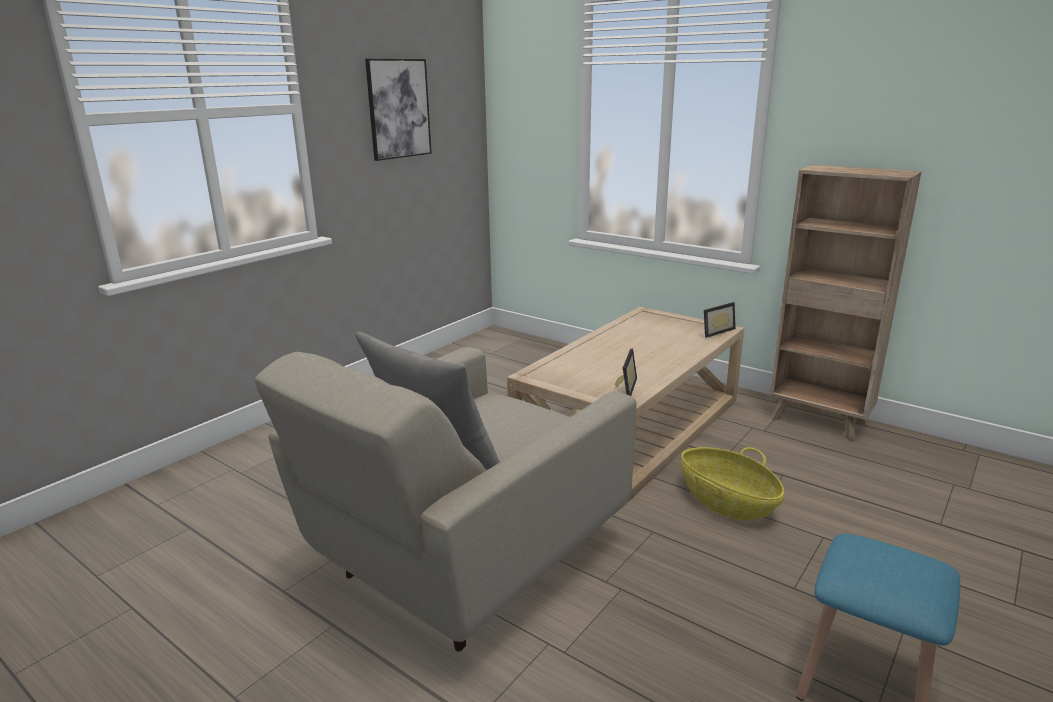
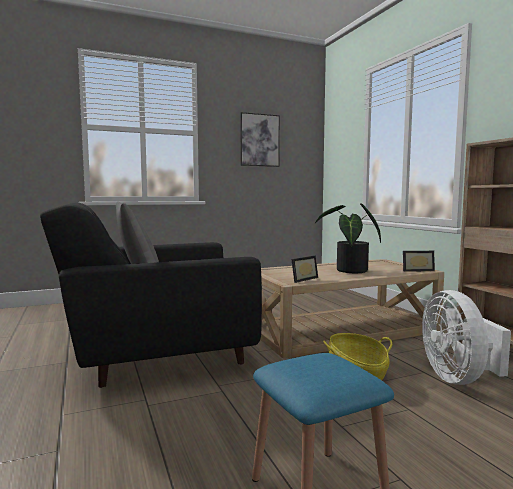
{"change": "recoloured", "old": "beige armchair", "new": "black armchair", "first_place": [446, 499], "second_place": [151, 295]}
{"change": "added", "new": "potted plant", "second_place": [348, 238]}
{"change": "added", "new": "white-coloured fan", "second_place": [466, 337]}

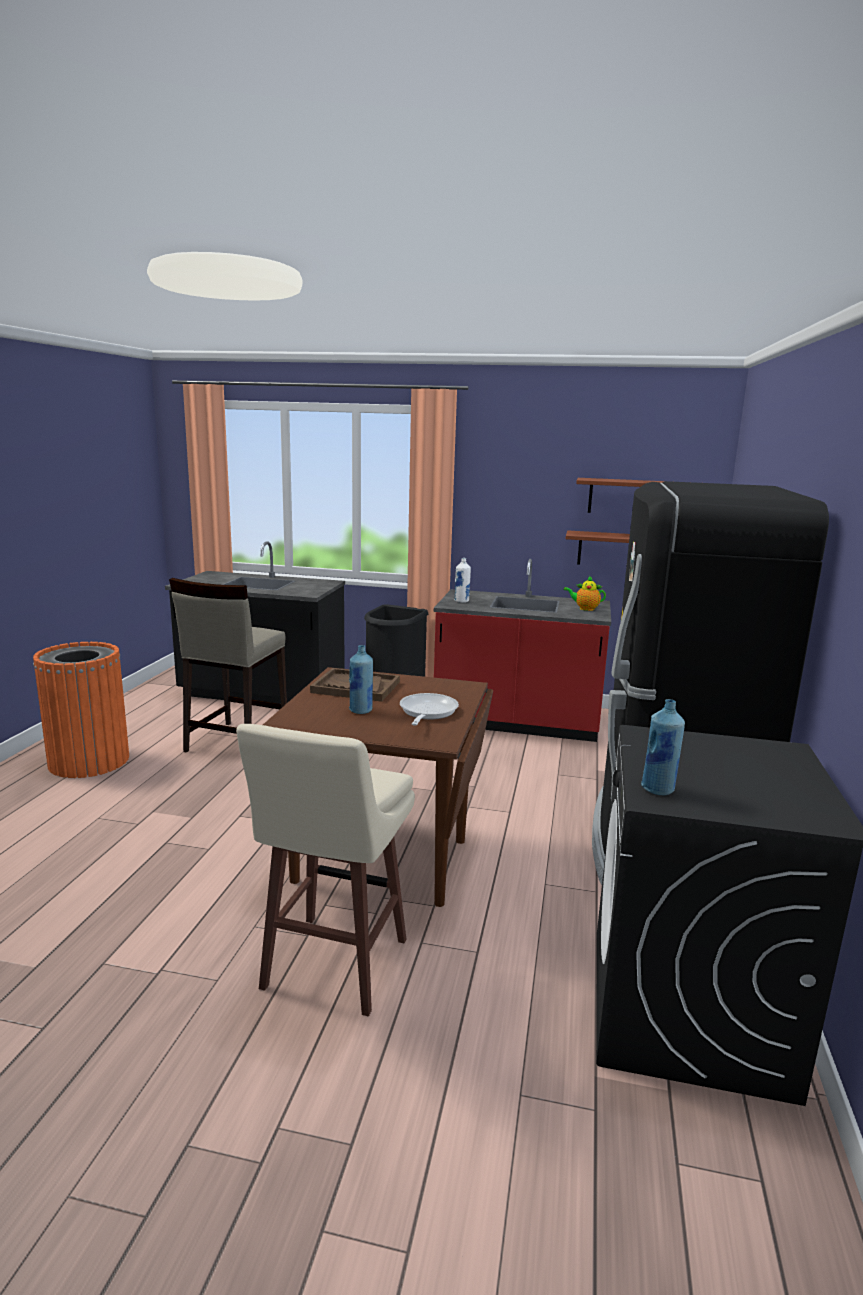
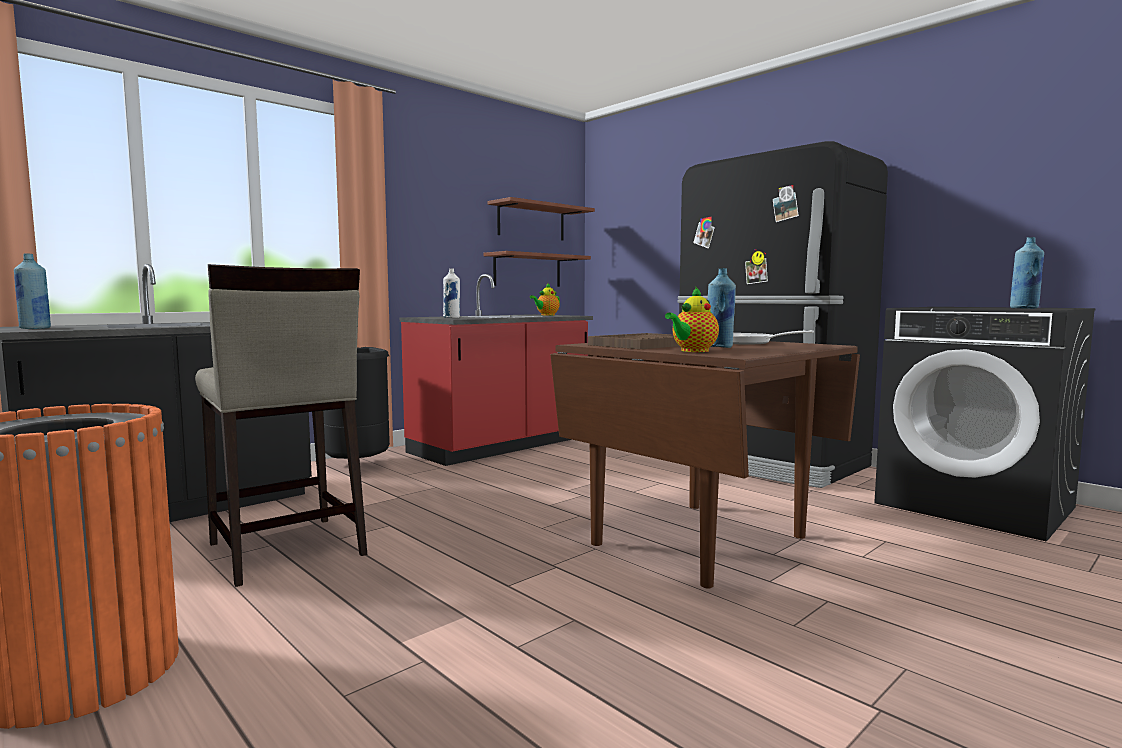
{"change": "removed", "old": "beige stool", "first_place": [325, 870]}
{"change": "added", "new": "blue-coloured bottle", "second_place": [32, 291]}
{"change": "added", "new": "teapot", "second_place": [692, 319]}

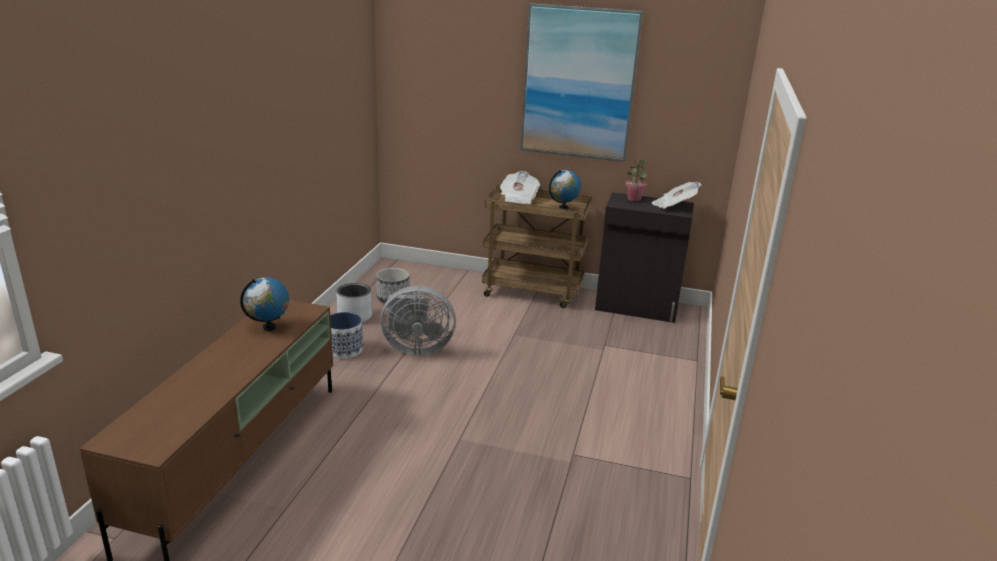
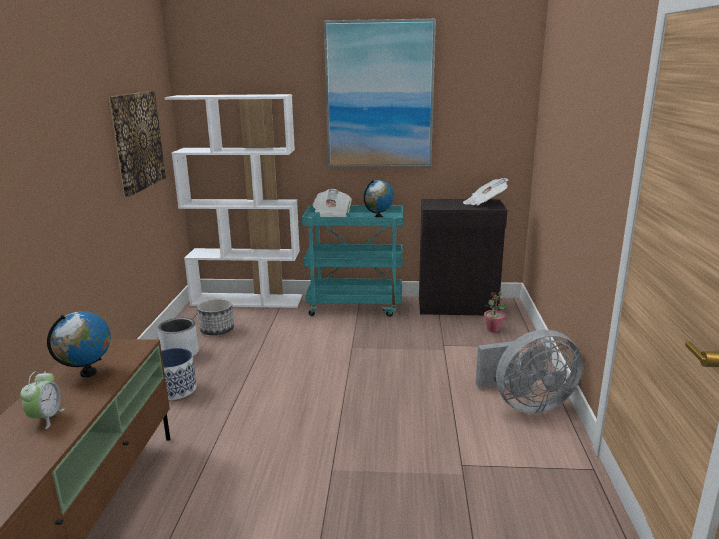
{"change": "moved", "old": "potted plant", "first_place": [636, 180], "second_place": [495, 312]}
{"change": "recoloured", "old": "brown wheeled cart", "new": "blue-green wheeled cart", "first_place": [537, 246], "second_place": [352, 261]}
{"change": "moved", "old": "gray fan", "first_place": [418, 321], "second_place": [529, 372]}
{"change": "added", "new": "picture", "second_place": [137, 144]}
{"change": "added", "new": "white-coloured bookcase", "second_place": [233, 201]}
{"change": "added", "new": "table clock", "second_place": [42, 400]}

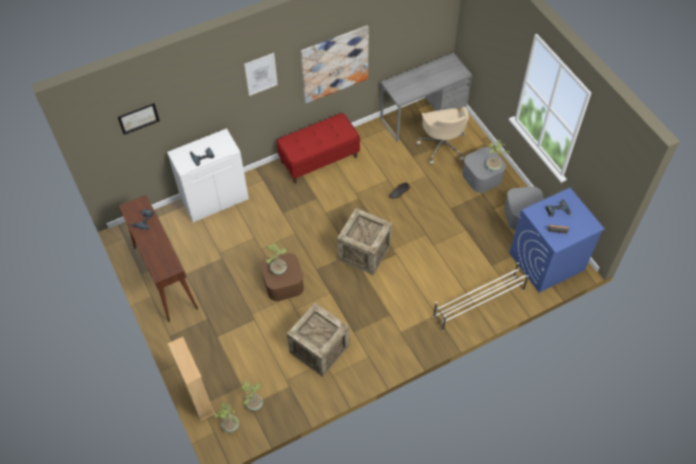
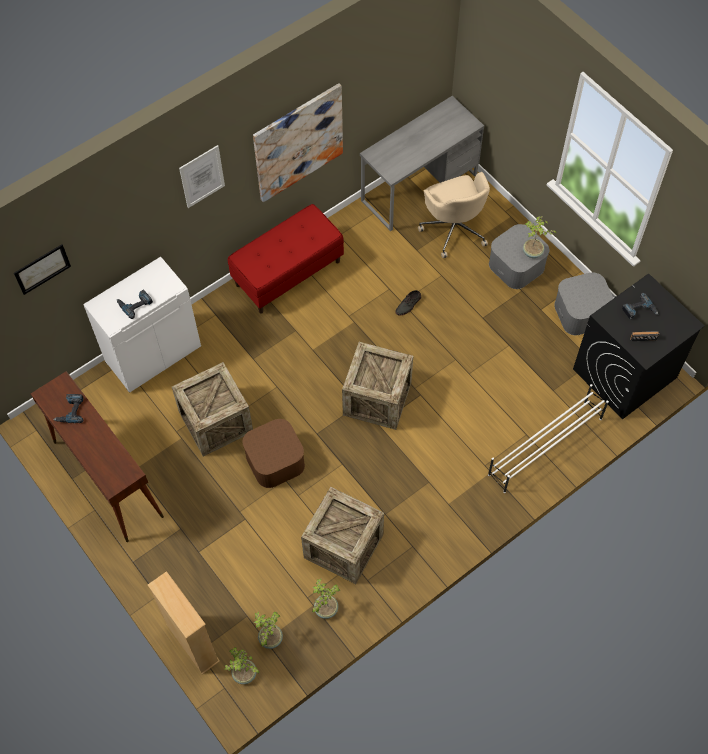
{"change": "recoloured", "old": "blue-coloured washing machine", "new": "black washing machine", "first_place": [557, 240], "second_place": [639, 346]}
{"change": "moved", "old": "potted plant", "first_place": [276, 258], "second_place": [326, 599]}
{"change": "added", "new": "shipping crate", "second_place": [212, 409]}

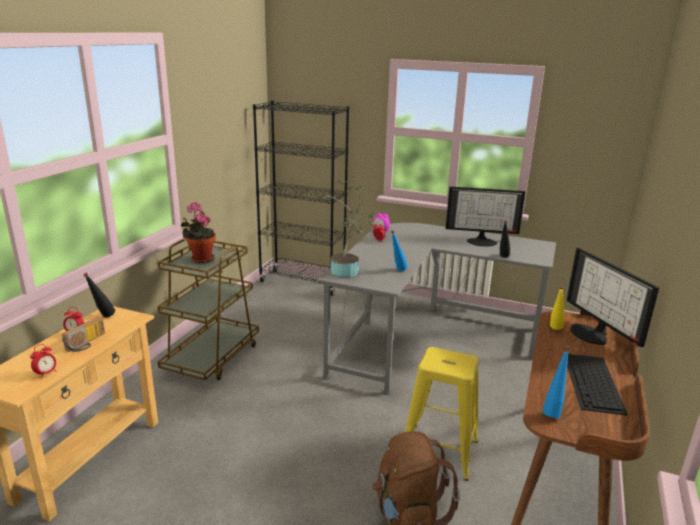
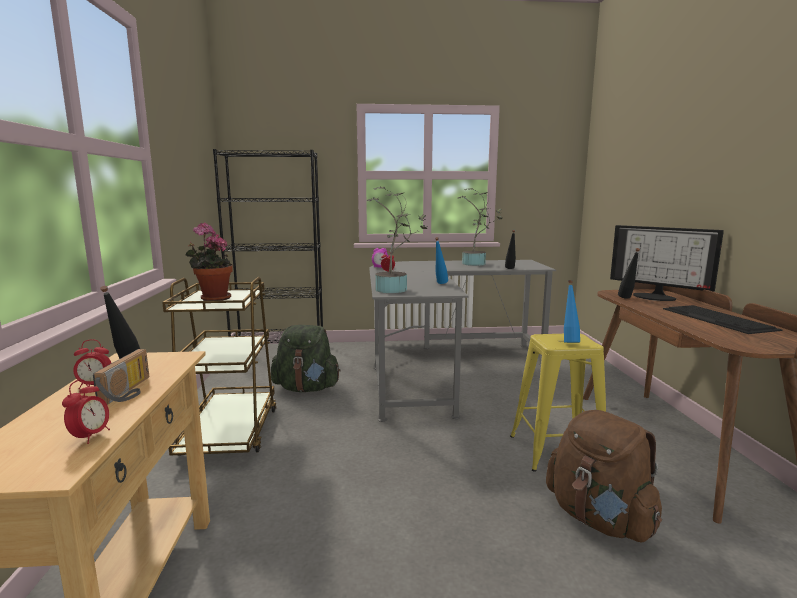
{"change": "replaced", "old": "computer screen", "new": "potted plant", "first_place": [485, 216], "second_place": [480, 227]}
{"change": "recoloured", "old": "yellowish bottle", "new": "black bottle", "first_place": [557, 307], "second_place": [629, 273]}
{"change": "moved", "old": "blue-coloured bottle", "first_place": [556, 382], "second_place": [572, 311]}
{"change": "added", "new": "greenish rucksack", "second_place": [305, 358]}

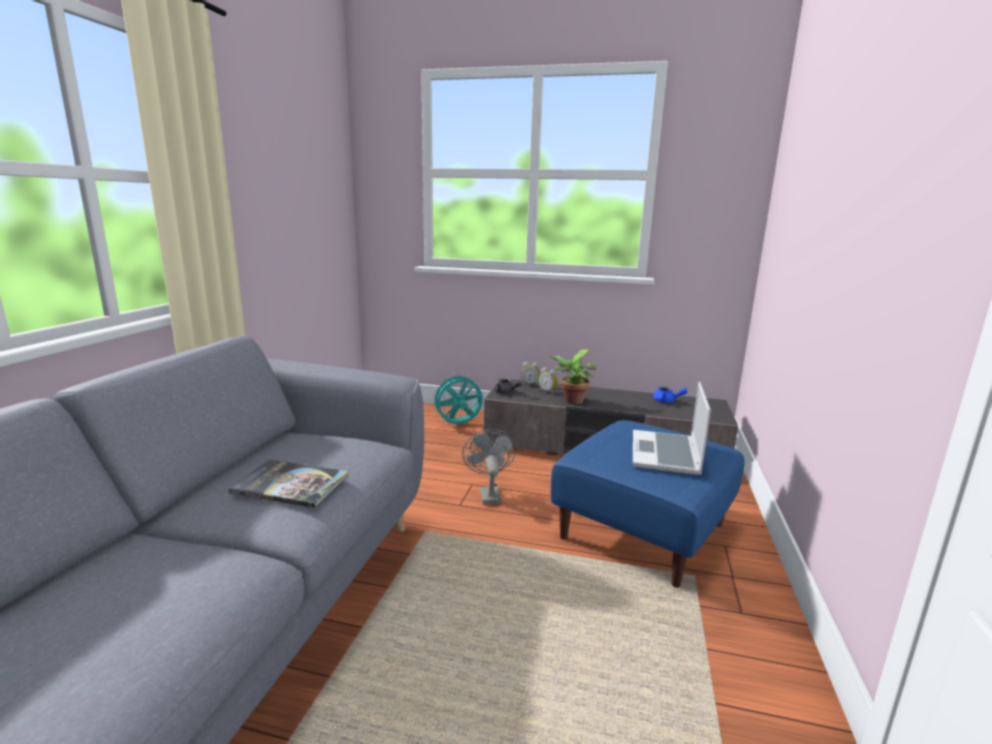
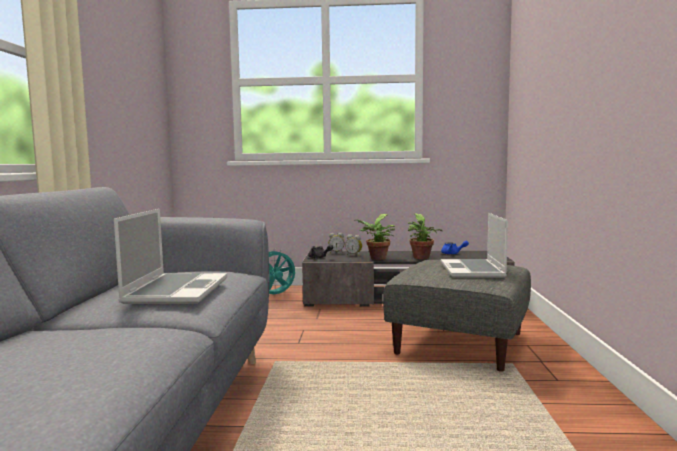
{"change": "recoloured", "old": "blue-coloured pouffe", "new": "gray pouffe", "first_place": [648, 504], "second_place": [457, 316]}
{"change": "removed", "old": "gray fan", "first_place": [489, 466]}
{"change": "replaced", "old": "book", "new": "portable computer", "first_place": [288, 483], "second_place": [170, 256]}
{"change": "added", "new": "potted plant", "second_place": [425, 236]}

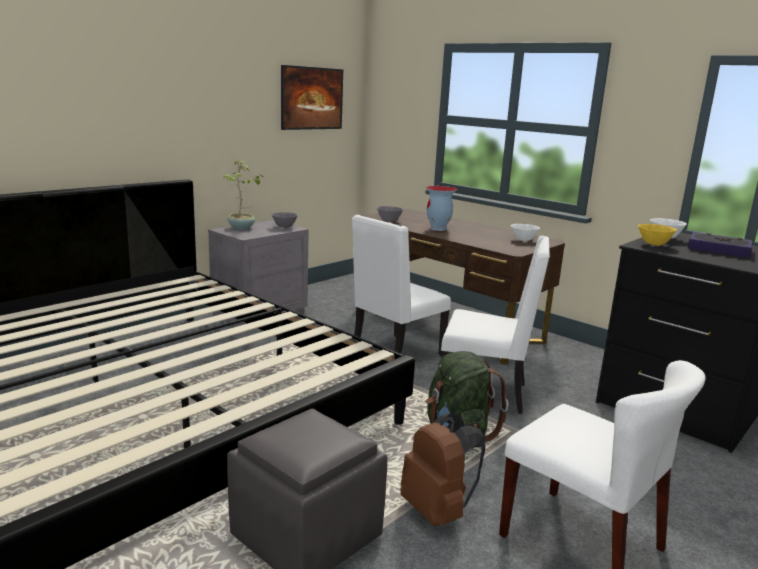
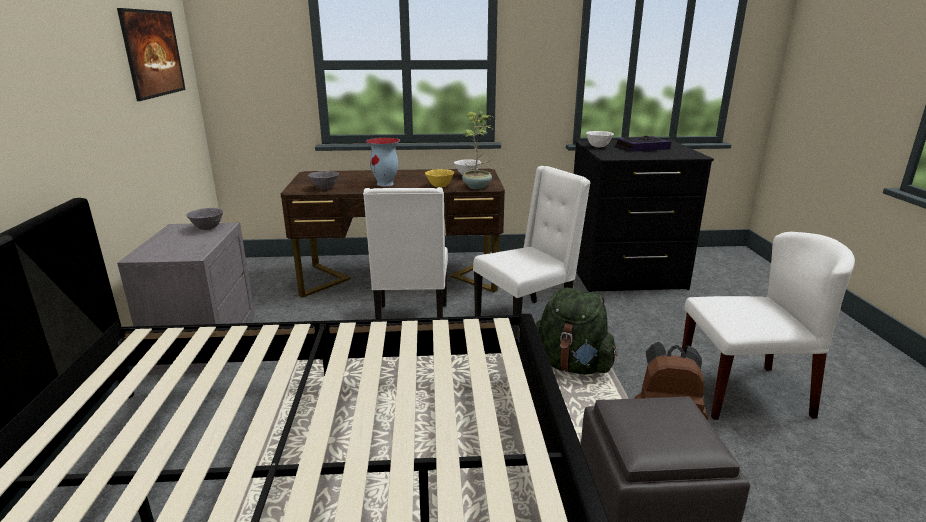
{"change": "moved", "old": "potted plant", "first_place": [243, 195], "second_place": [477, 150]}
{"change": "moved", "old": "yellowish serving bowl", "first_place": [657, 235], "second_place": [439, 178]}

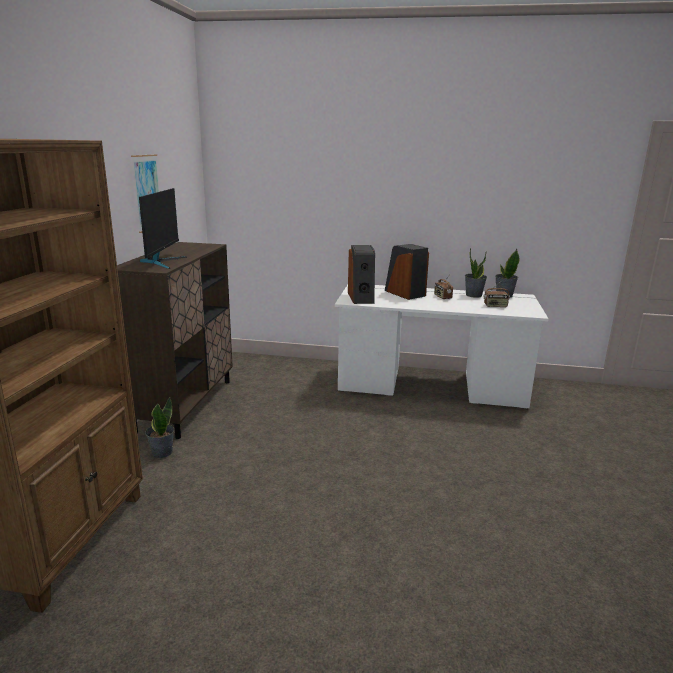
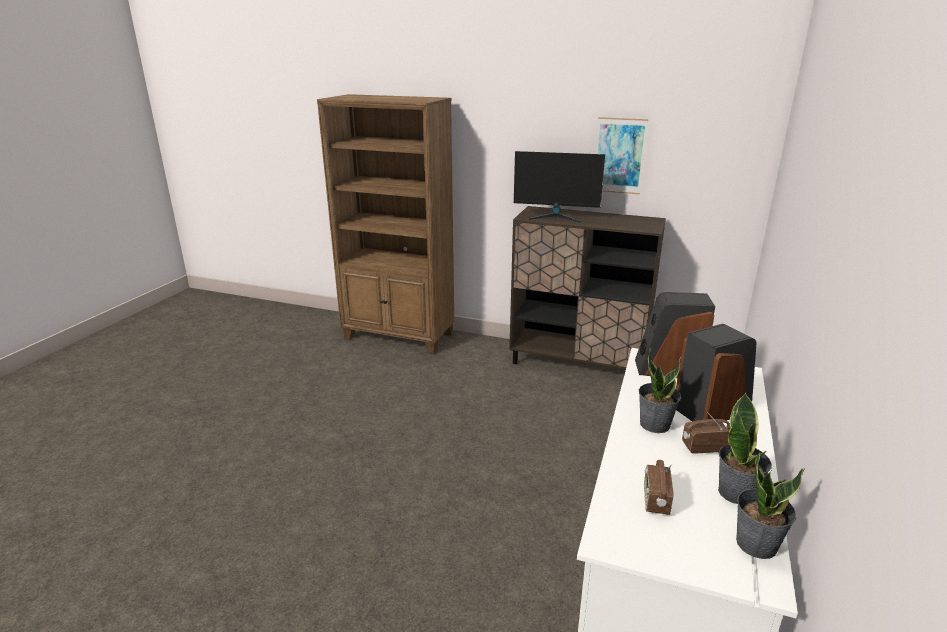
{"change": "moved", "old": "potted plant", "first_place": [159, 427], "second_place": [660, 390]}

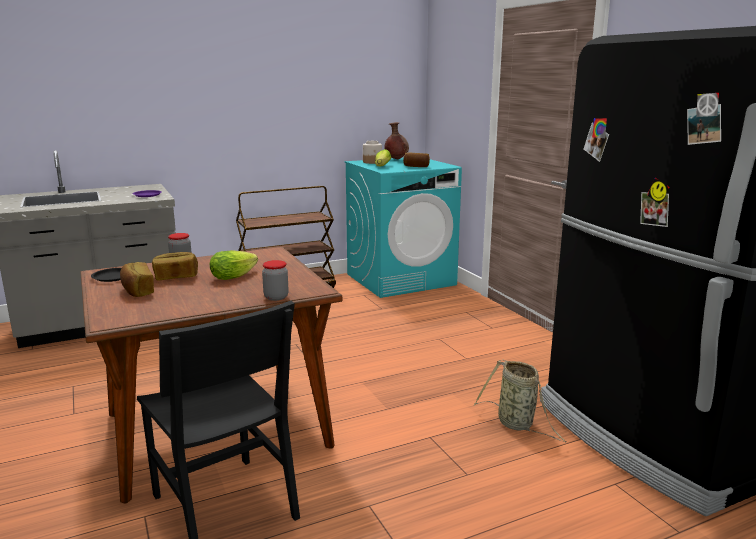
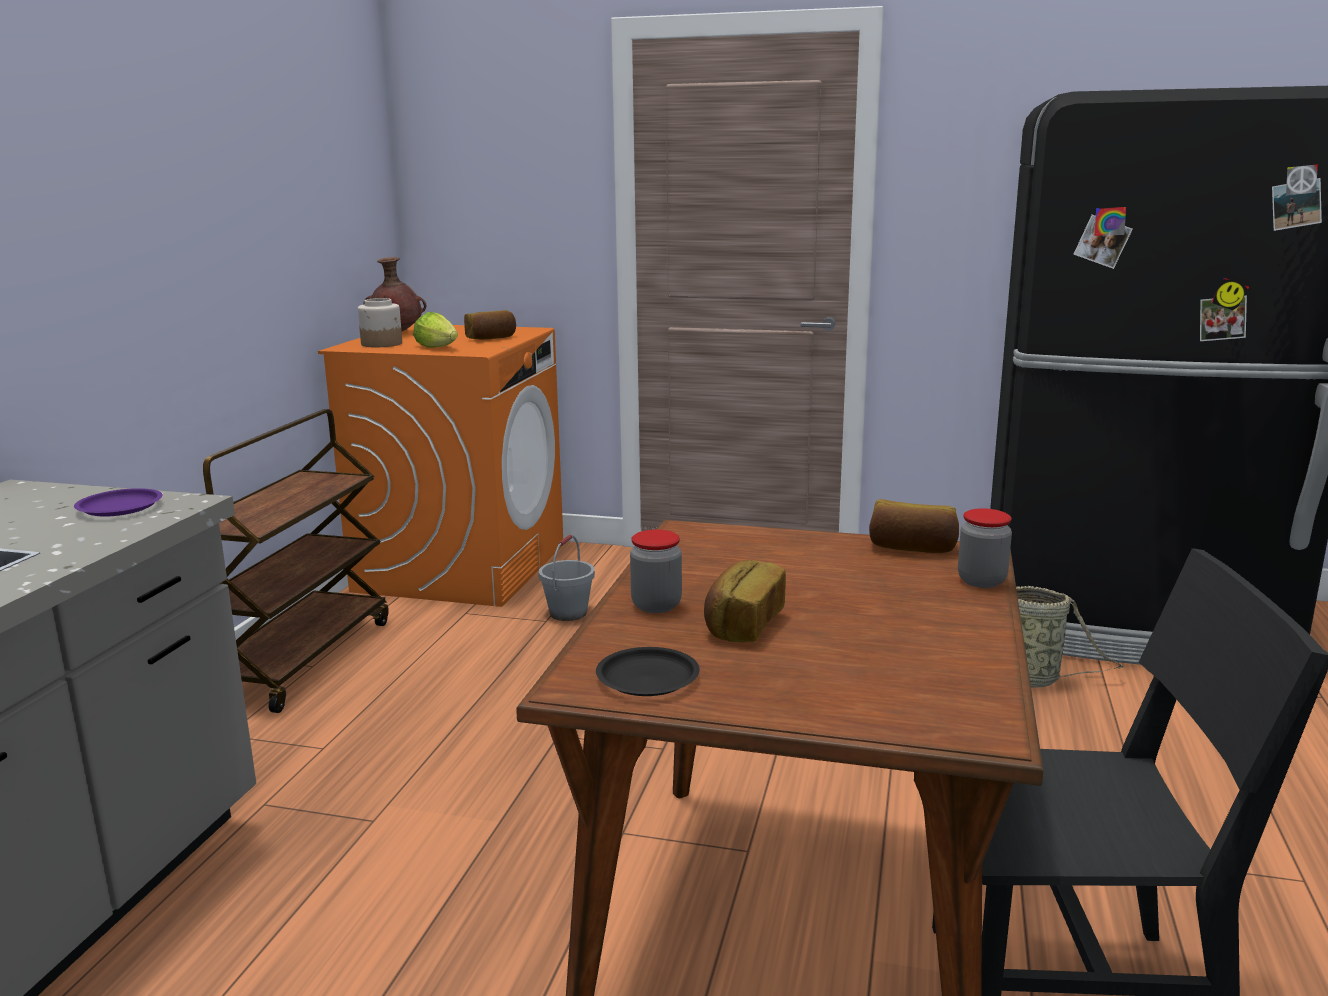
{"change": "recoloured", "old": "blue-green washing machine", "new": "orange washing machine", "first_place": [403, 228], "second_place": [440, 465]}
{"change": "removed", "old": "head of lettuce", "first_place": [234, 265]}
{"change": "moved", "old": "bread", "first_place": [137, 279], "second_place": [914, 526]}
{"change": "added", "new": "gray water bucket", "second_place": [567, 578]}

